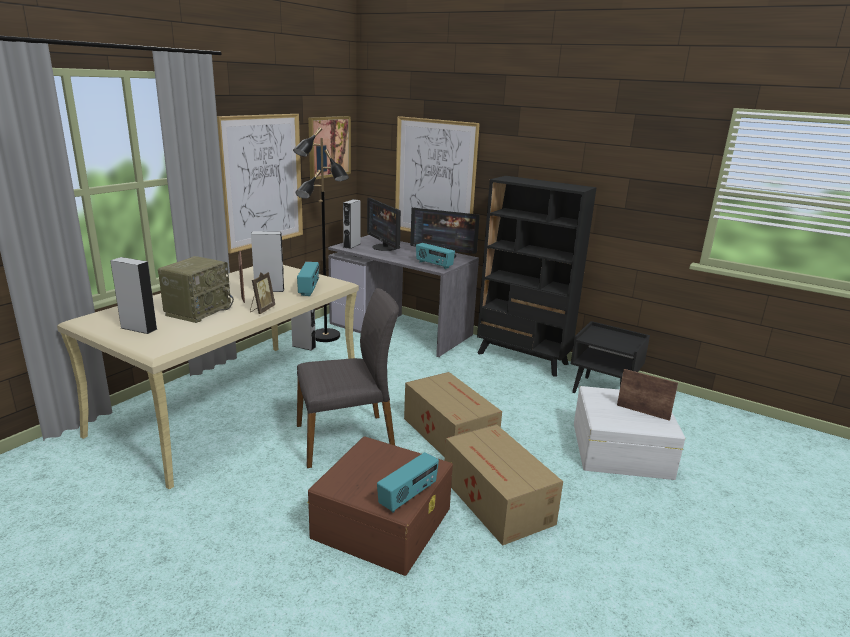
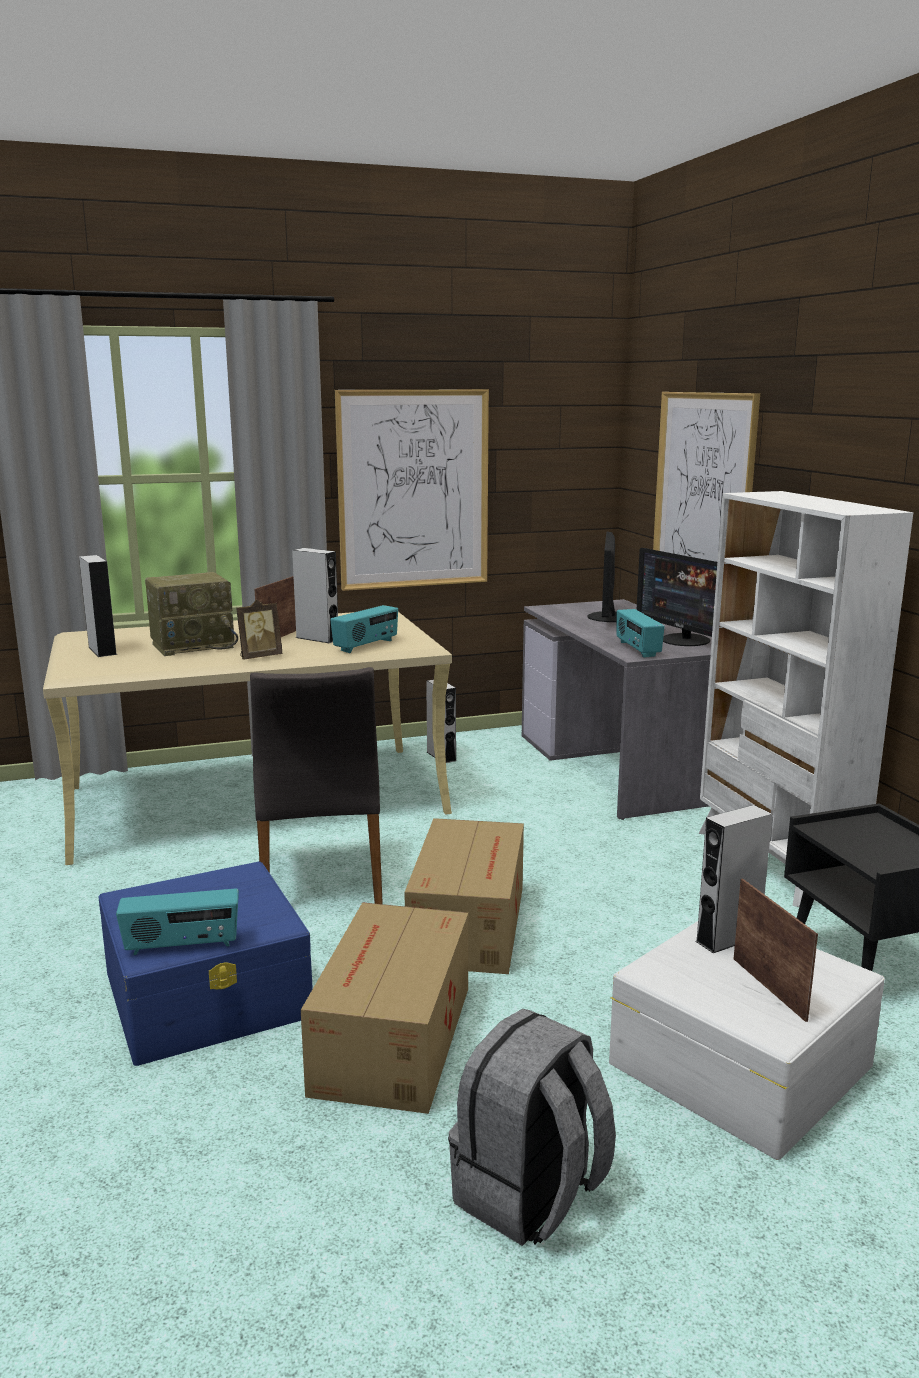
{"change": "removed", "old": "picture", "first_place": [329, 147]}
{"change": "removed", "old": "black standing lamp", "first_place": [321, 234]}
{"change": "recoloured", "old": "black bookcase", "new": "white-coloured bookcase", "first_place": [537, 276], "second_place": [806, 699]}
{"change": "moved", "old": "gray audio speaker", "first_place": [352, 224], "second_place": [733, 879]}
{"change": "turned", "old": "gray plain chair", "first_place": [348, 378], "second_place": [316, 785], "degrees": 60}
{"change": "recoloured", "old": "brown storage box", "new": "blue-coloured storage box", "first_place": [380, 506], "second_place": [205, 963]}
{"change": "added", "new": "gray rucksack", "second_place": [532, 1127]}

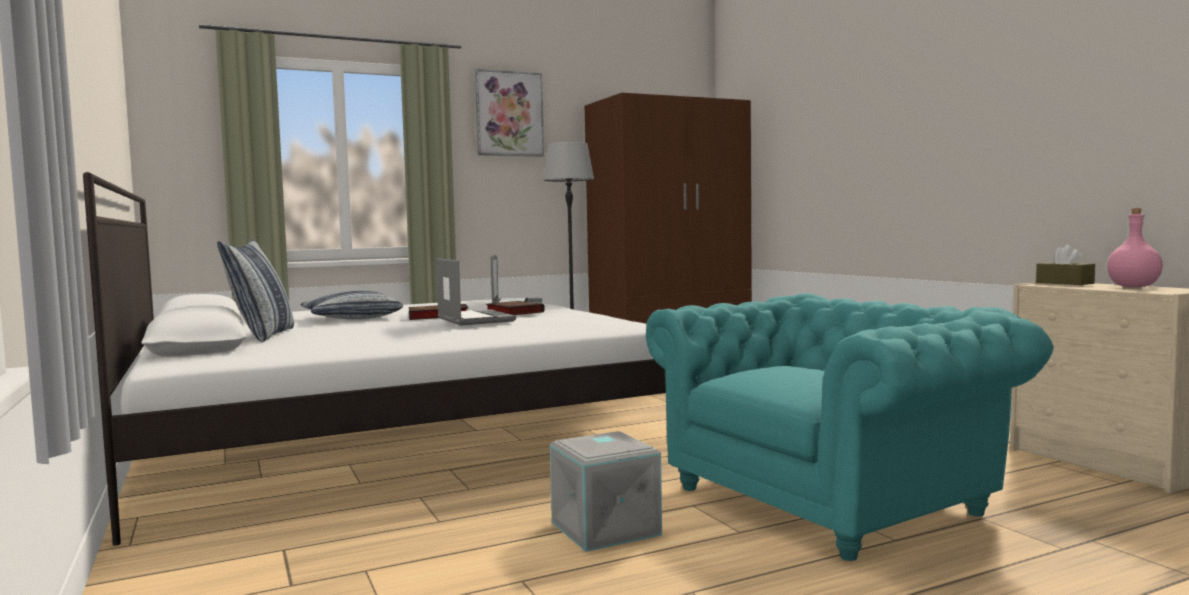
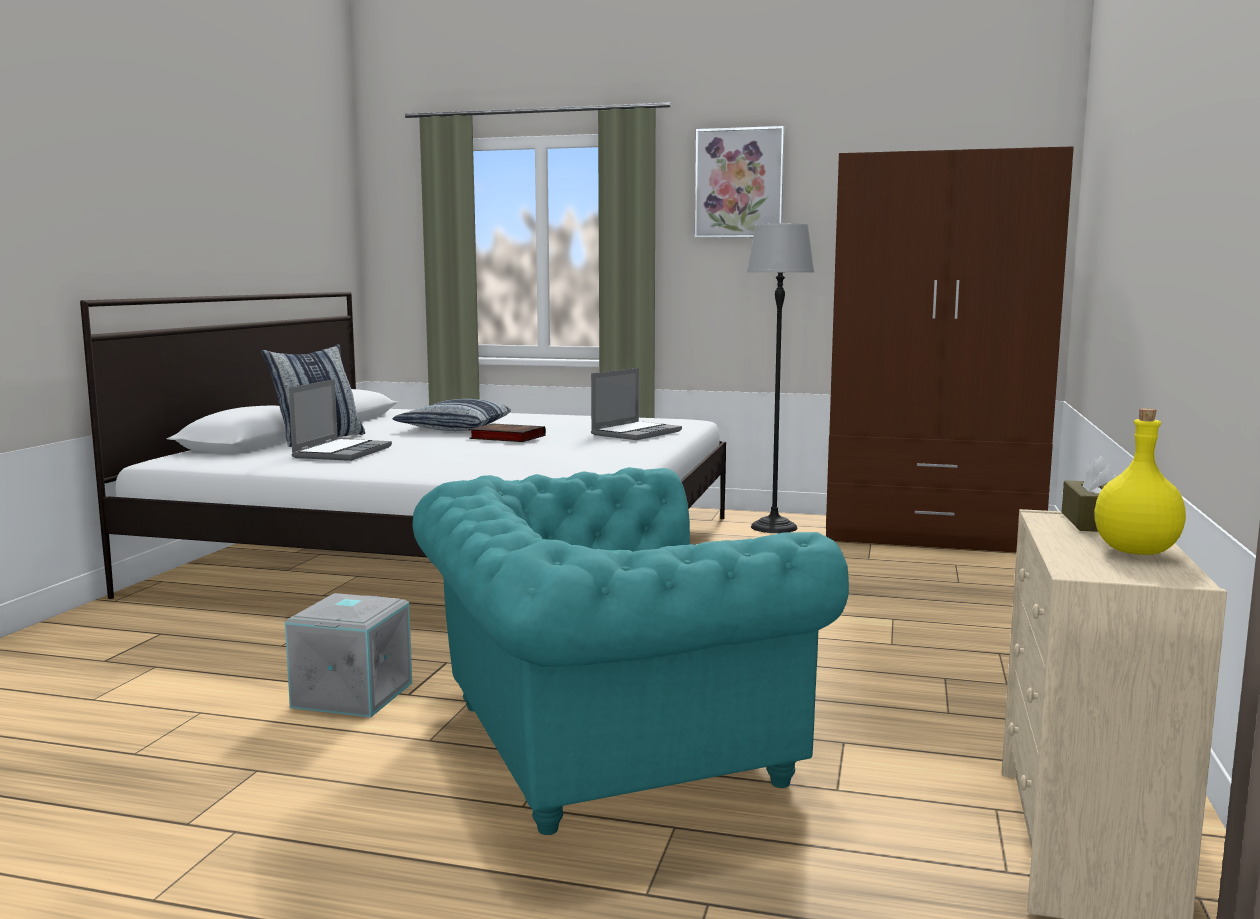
{"change": "recoloured", "old": "pink-coloured bottle", "new": "yellowish bottle", "first_place": [1135, 247], "second_place": [1140, 482]}
{"change": "moved", "old": "portable computer", "first_place": [476, 292], "second_place": [340, 420]}
{"change": "turned", "old": "blue-green armchair", "first_place": [850, 427], "second_place": [630, 651], "degrees": 150}
{"change": "removed", "old": "book", "first_place": [515, 308]}

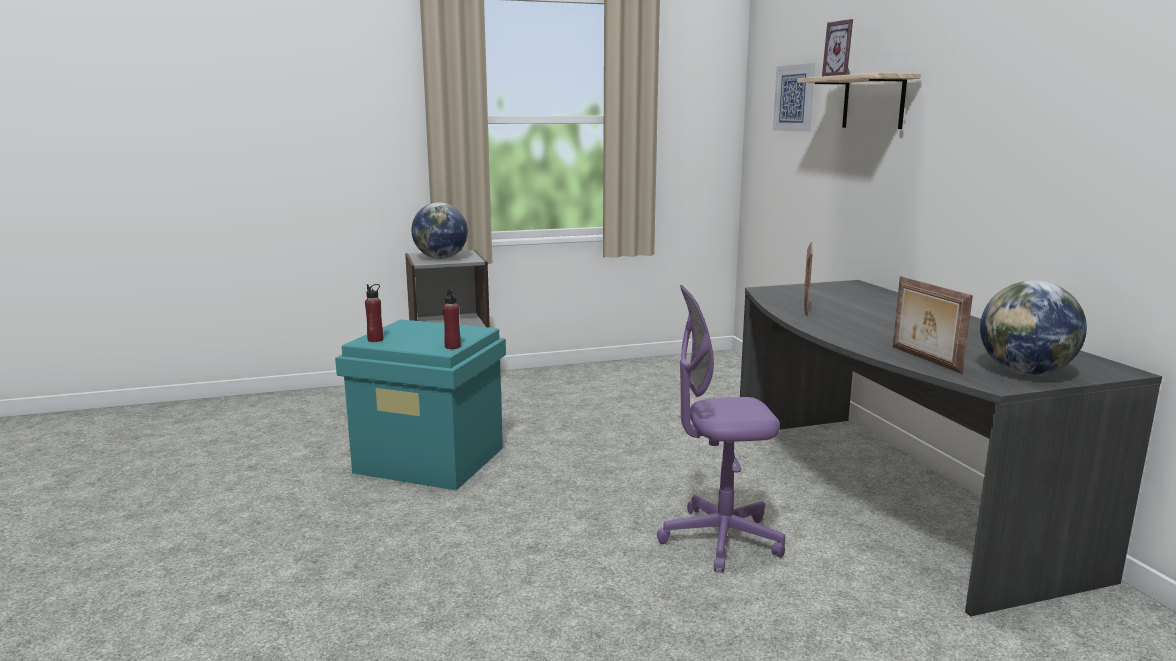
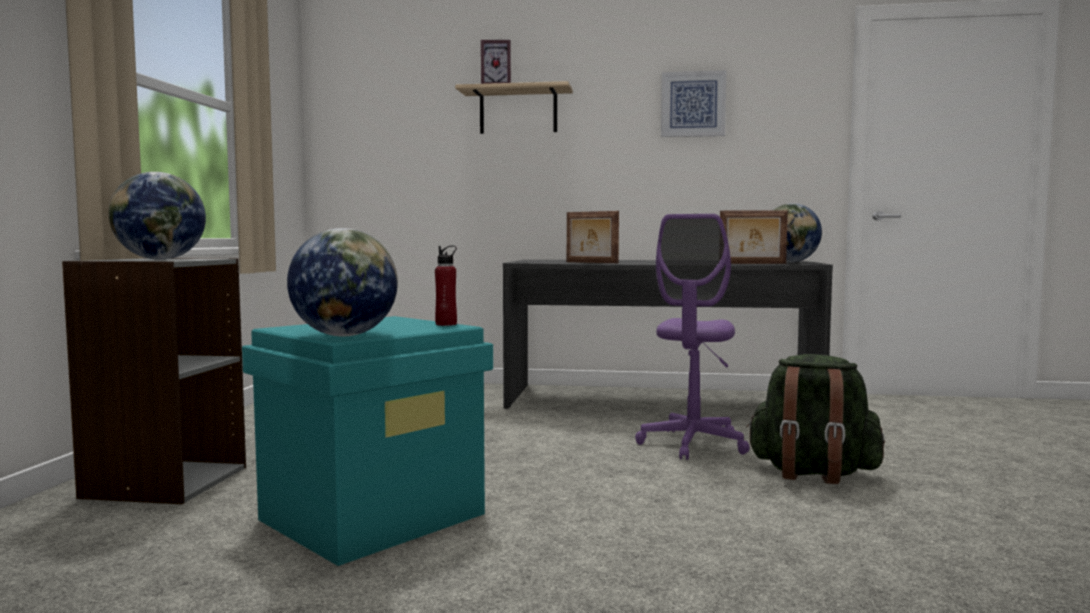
{"change": "moved", "old": "picture", "first_place": [794, 97], "second_place": [694, 103]}
{"change": "replaced", "old": "reddish bottle", "new": "globe", "first_place": [374, 313], "second_place": [342, 282]}
{"change": "added", "new": "greenish rucksack", "second_place": [815, 419]}

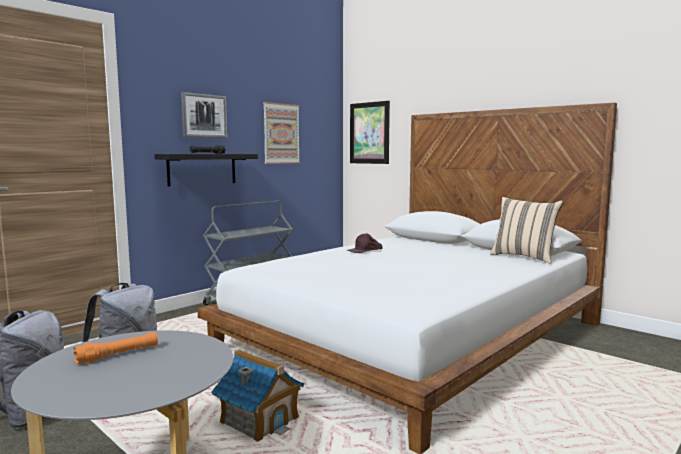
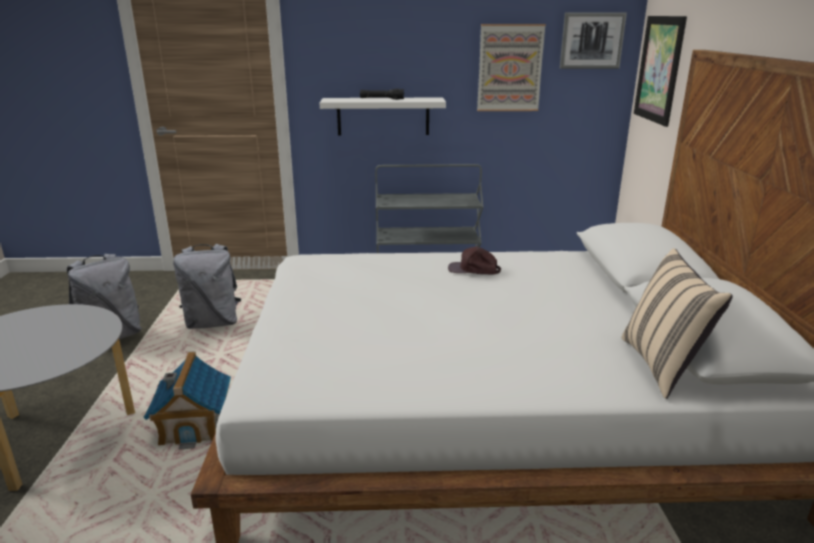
{"change": "moved", "old": "picture", "first_place": [204, 115], "second_place": [593, 41]}
{"change": "recoloured", "old": "black shelf", "new": "white-coloured shelf", "first_place": [206, 170], "second_place": [383, 116]}
{"change": "removed", "old": "orange hand torch", "first_place": [115, 348]}

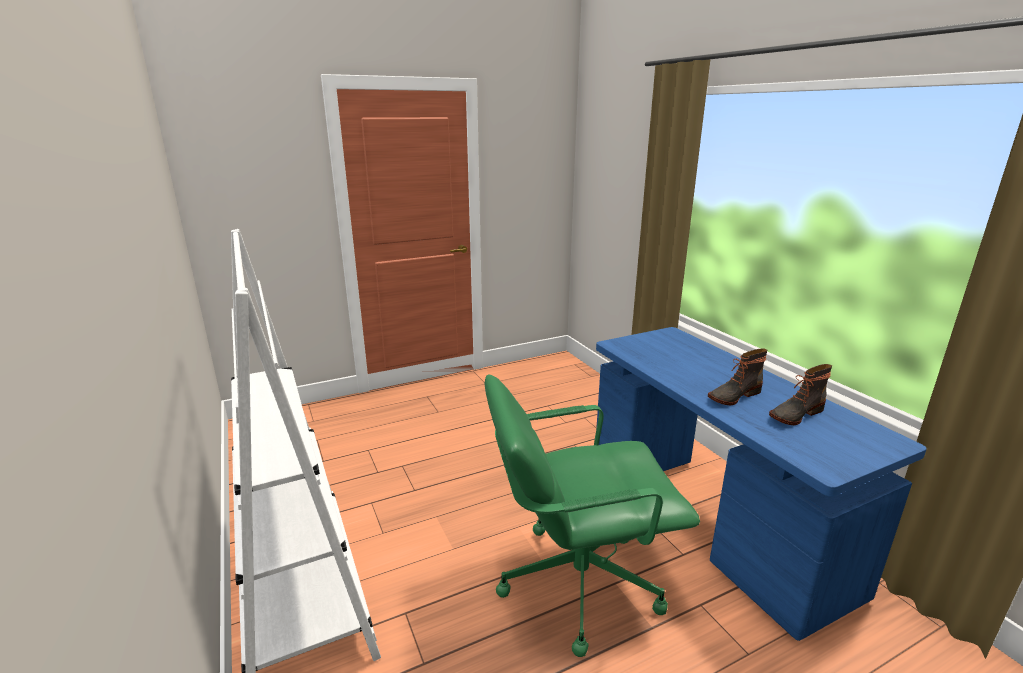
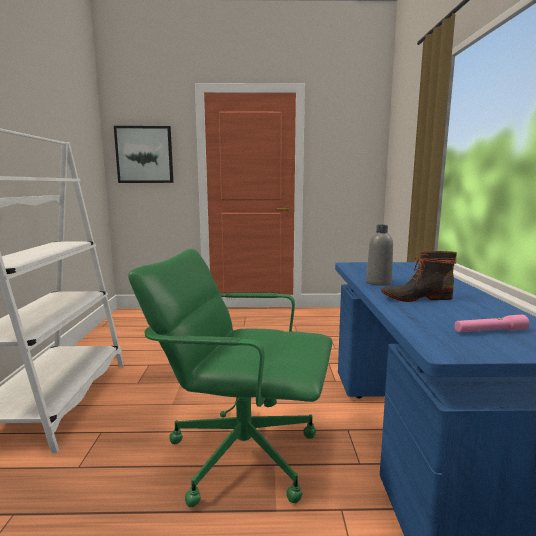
{"change": "removed", "old": "tall boot", "first_place": [800, 394]}
{"change": "added", "new": "picture", "second_place": [143, 154]}
{"change": "added", "new": "gray bottle", "second_place": [379, 255]}
{"change": "added", "new": "pink-coloured hand torch", "second_place": [491, 323]}

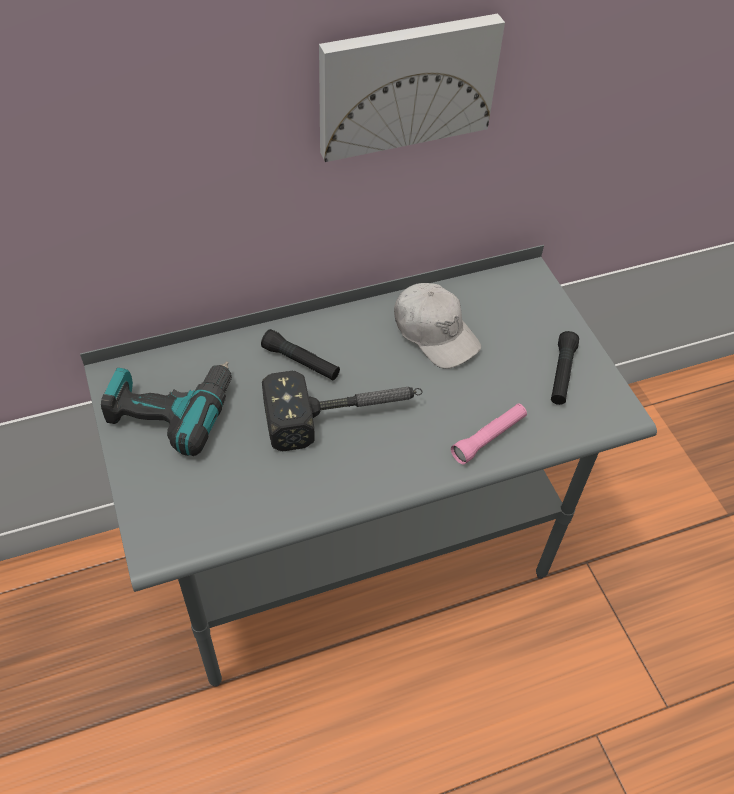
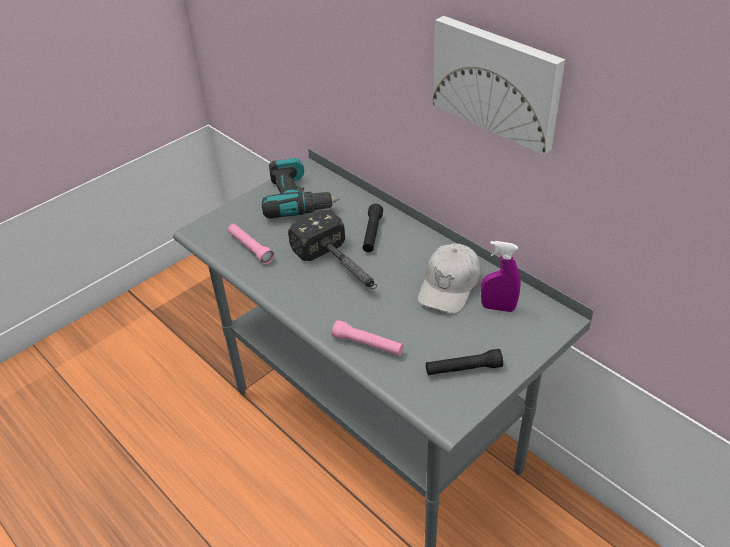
{"change": "added", "new": "pink-coloured hand torch", "second_place": [251, 244]}
{"change": "added", "new": "purple-coloured sprayer", "second_place": [501, 276]}

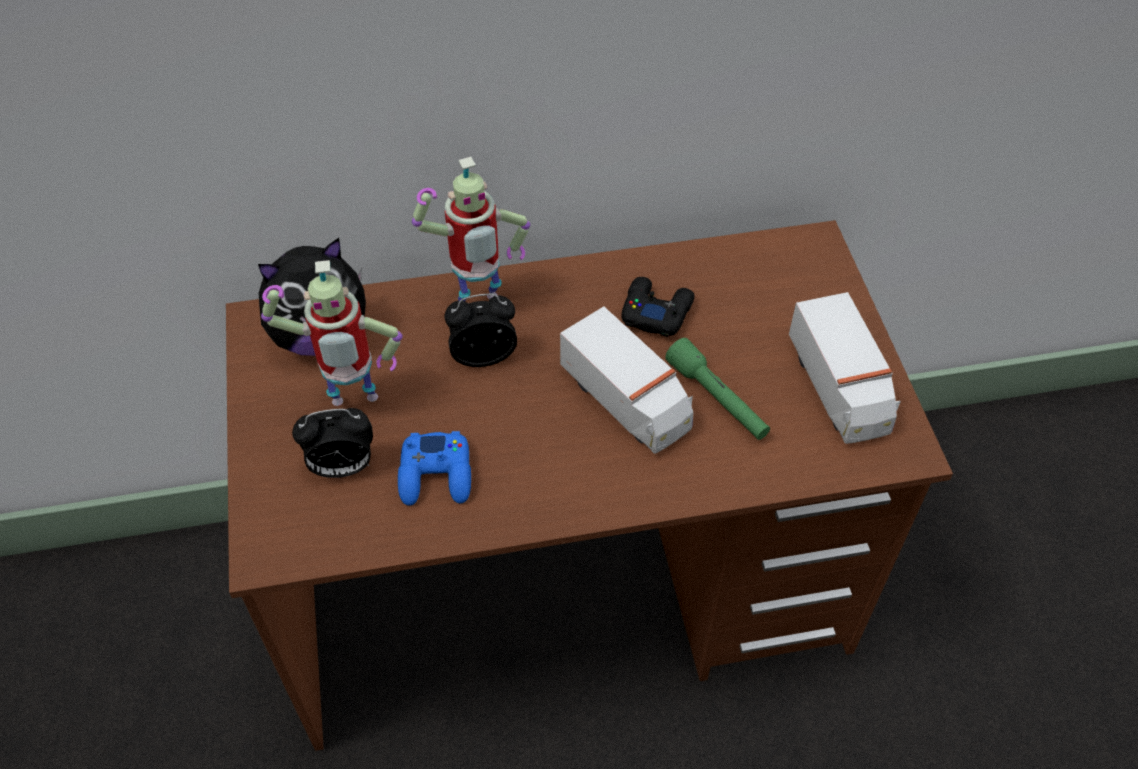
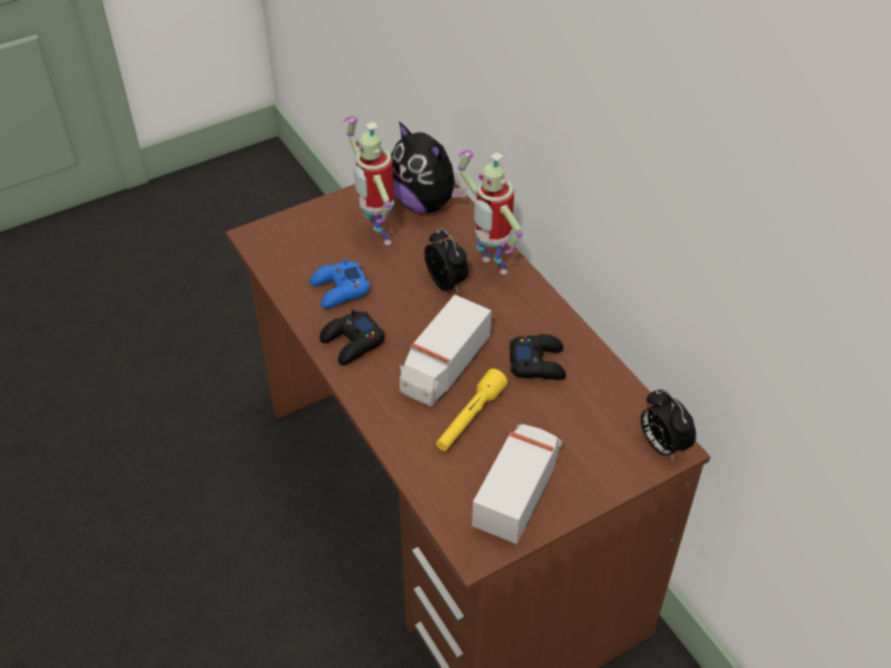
{"change": "turned", "old": "toy truck", "first_place": [845, 368], "second_place": [517, 484], "degrees": 150}
{"change": "recoloured", "old": "greenish hand torch", "new": "yellowish hand torch", "first_place": [717, 389], "second_place": [472, 410]}
{"change": "moved", "old": "table clock", "first_place": [332, 443], "second_place": [668, 425]}
{"change": "added", "new": "black joypad", "second_place": [352, 337]}

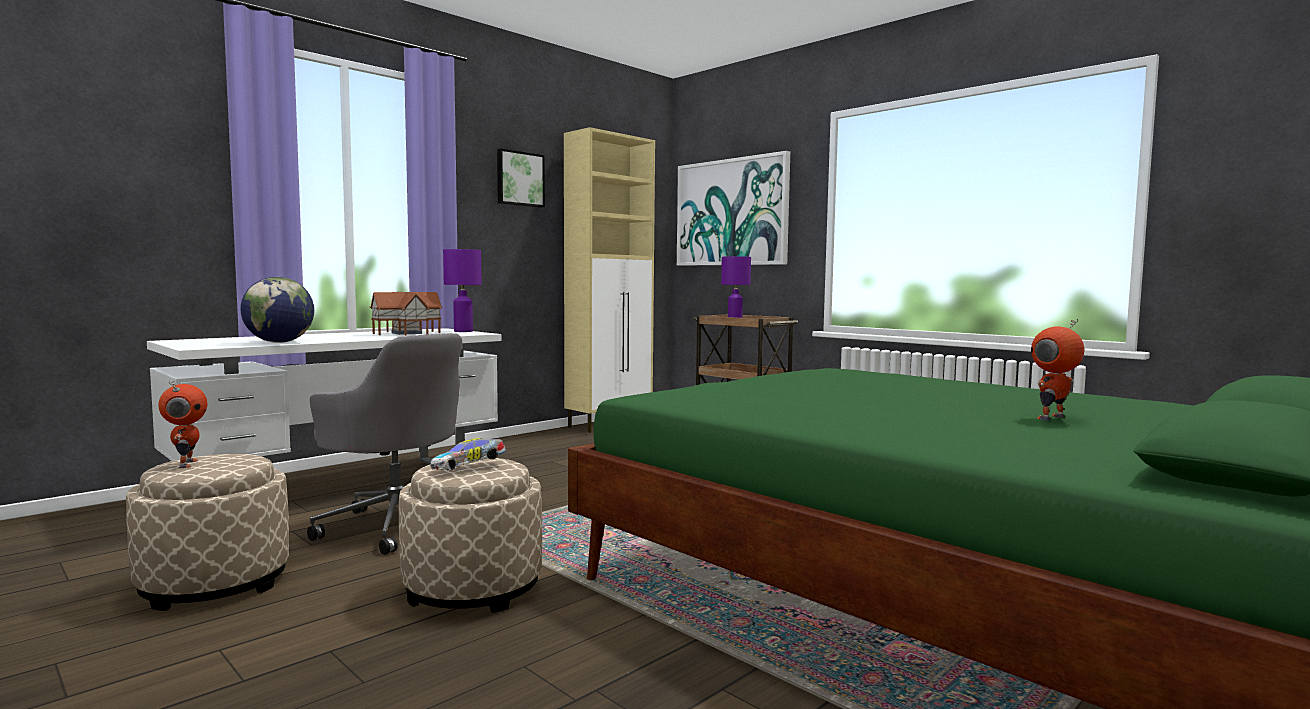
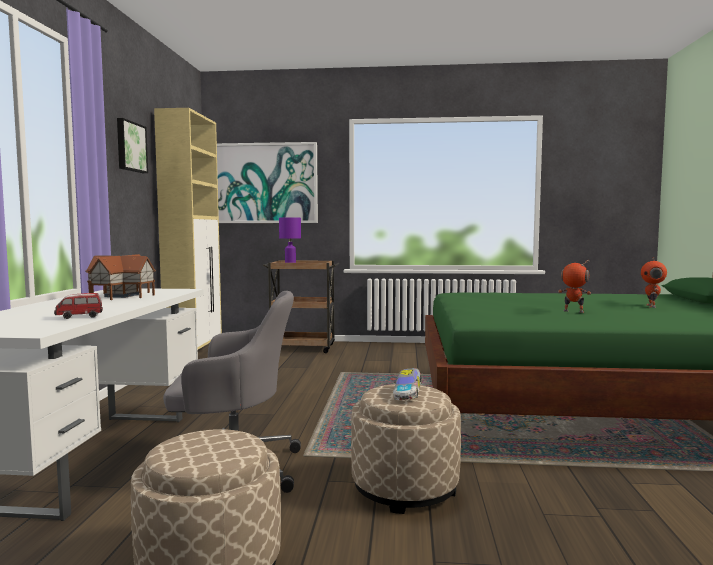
{"change": "removed", "old": "purple-coloured lamp for a table", "first_place": [462, 290]}
{"change": "replaced", "old": "globe", "new": "toy car", "first_place": [277, 310], "second_place": [78, 306]}
{"change": "moved", "old": "robot figure", "first_place": [182, 424], "second_place": [574, 286]}

